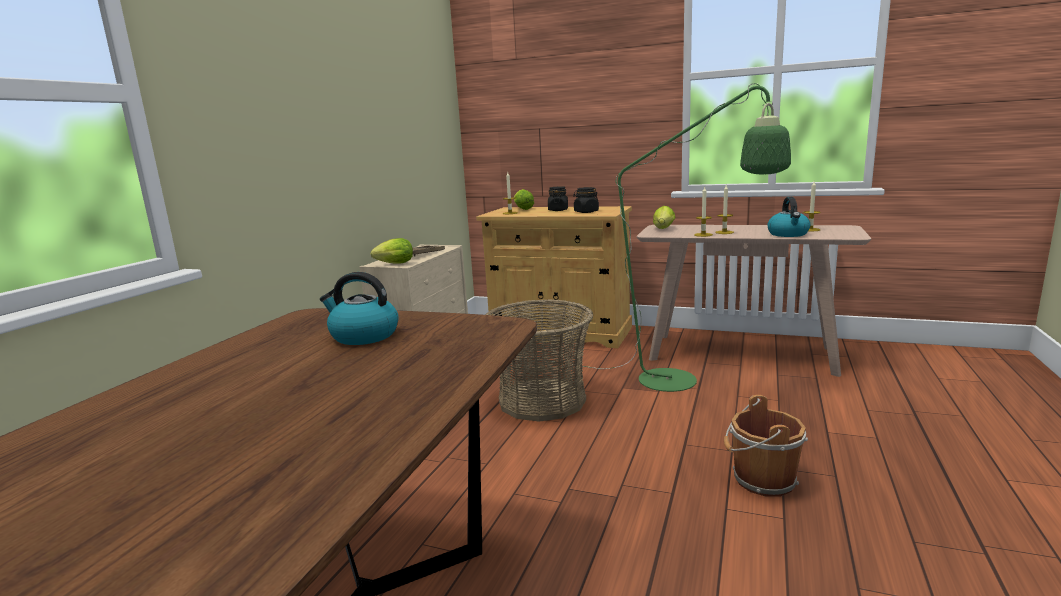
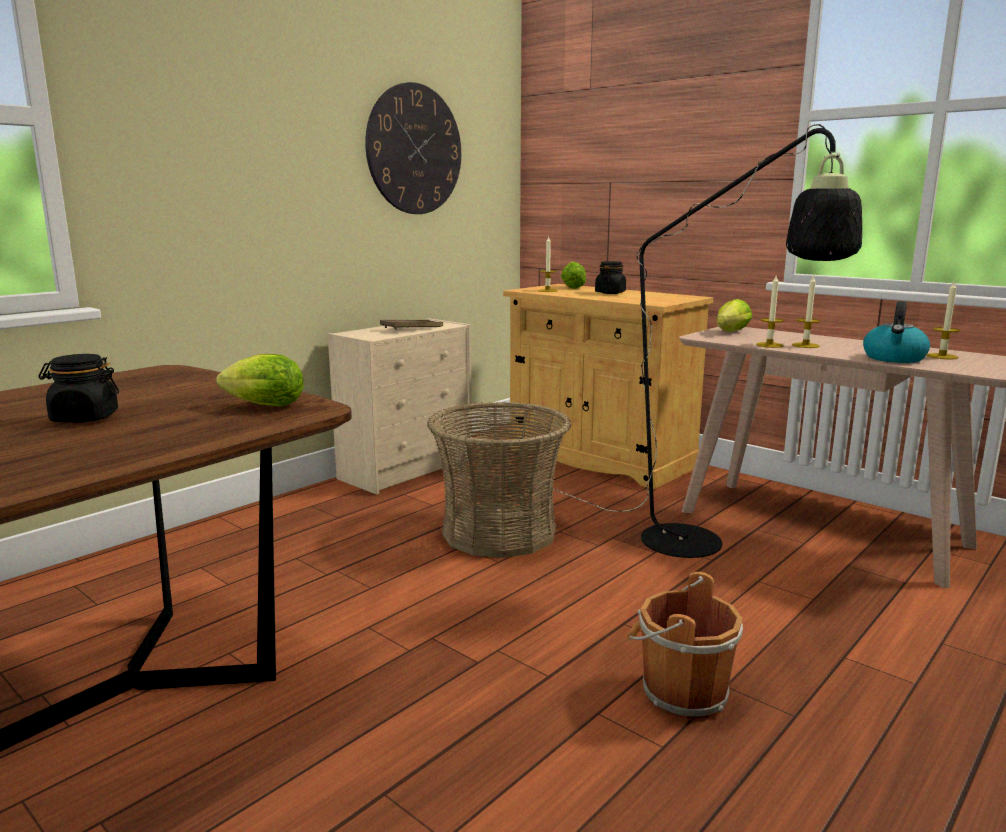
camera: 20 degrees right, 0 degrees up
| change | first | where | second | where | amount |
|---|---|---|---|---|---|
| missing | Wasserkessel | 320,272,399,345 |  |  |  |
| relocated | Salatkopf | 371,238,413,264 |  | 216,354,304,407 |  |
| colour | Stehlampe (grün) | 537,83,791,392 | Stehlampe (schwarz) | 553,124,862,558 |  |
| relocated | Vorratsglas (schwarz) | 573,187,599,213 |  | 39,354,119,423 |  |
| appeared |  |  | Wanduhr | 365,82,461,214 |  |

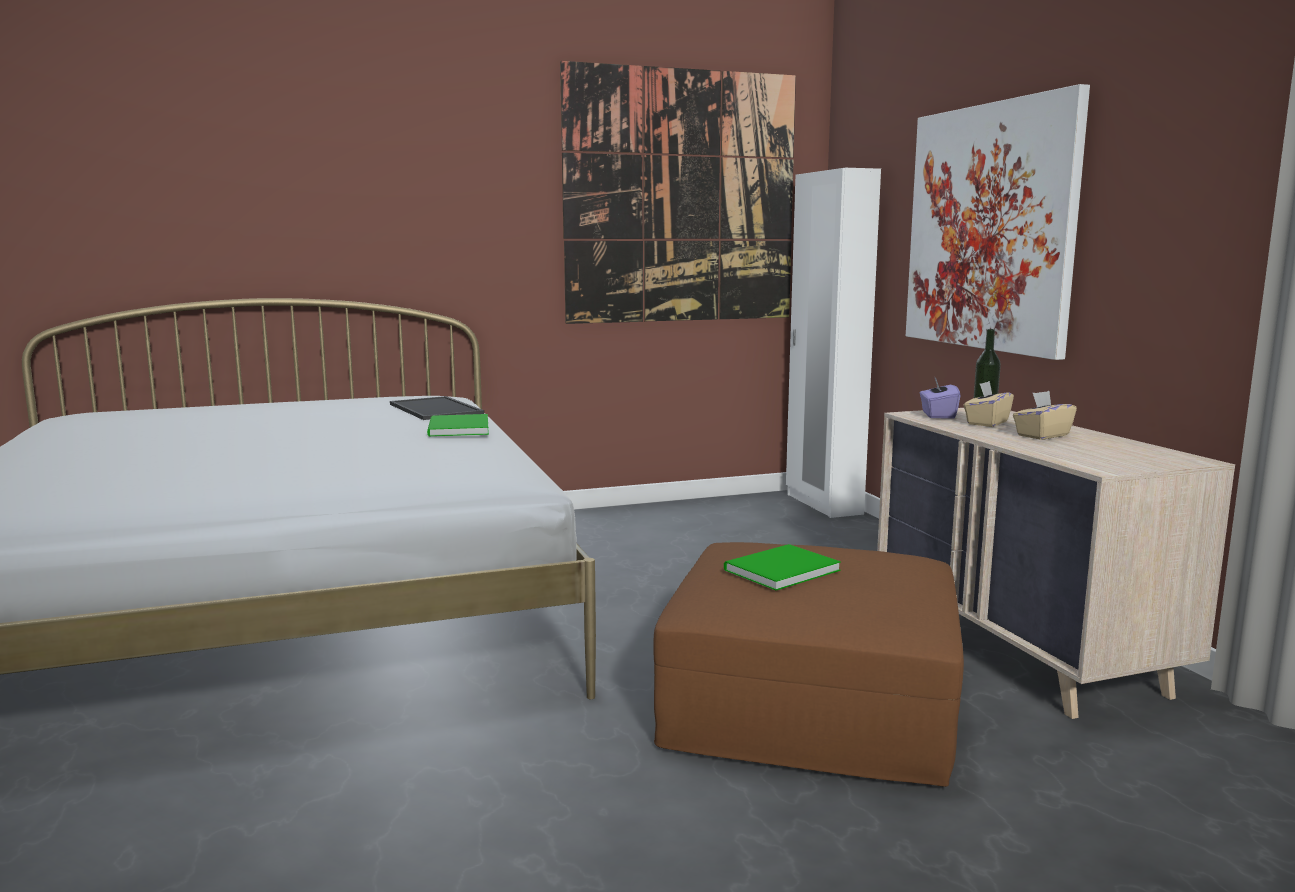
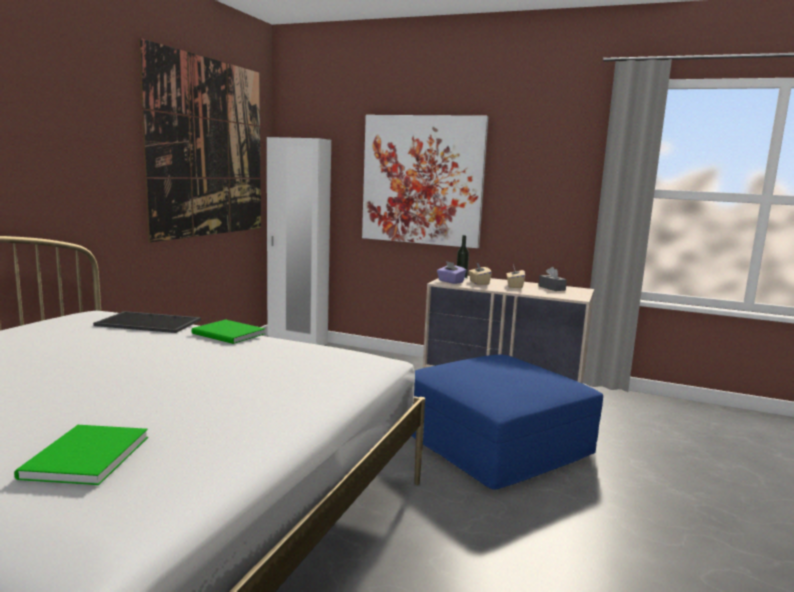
camera: 50 degrees left, 0 degrees up
| change | first | where | second | where | amount |
|---|---|---|---|---|---|
| colour | Polsterhocker (braun) | 653,542,964,787 | Polsterhocker (blau) | 412,354,603,490 |  |
| relocated | Buch (grün) | 724,544,841,590 |  | 14,425,148,485 |  |
| appeared |  |  | Taschentuchbox (grau) | 538,267,567,291 |  |

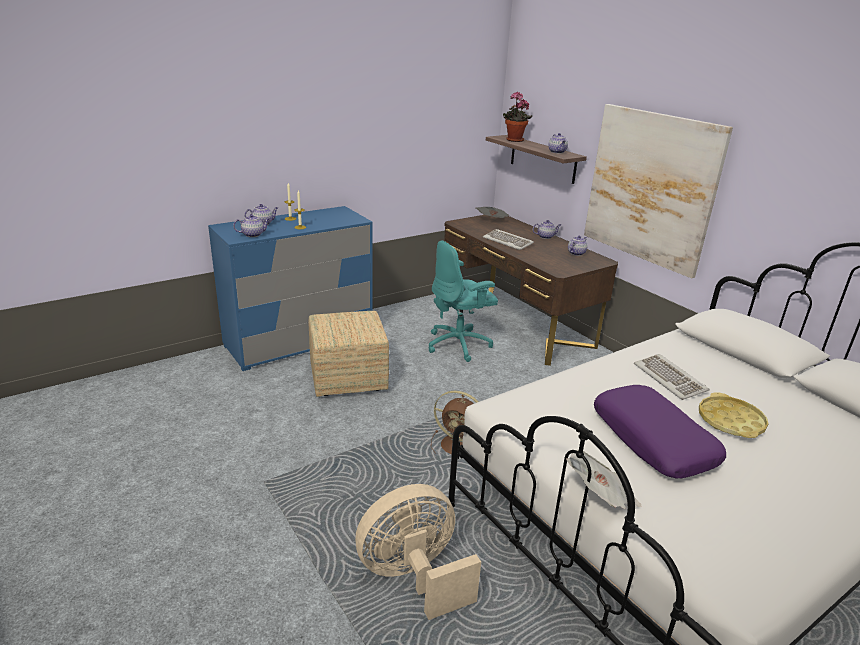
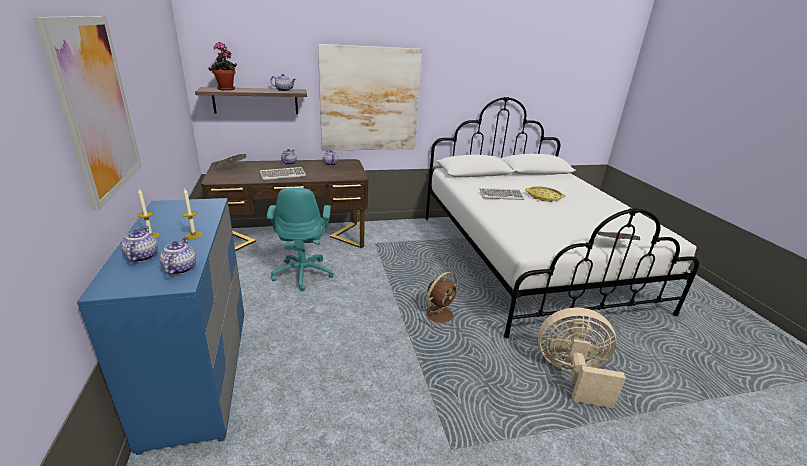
camera: 70 degrees left, 0 degrees up
| change | first | where | second | where | amount |
|---|---|---|---|---|---|
| missing | Polsterhocker | 309,311,389,397 |  |  |  |
| spun | Ventilator (beige) | 355,484,481,620 |  | 538,308,626,409 | 105 degrees clockwise |
| missing | Kissen (lila) | 594,385,726,479 |  |  |  |
| appeared |  |  | Bild | 33,16,142,211 |  |

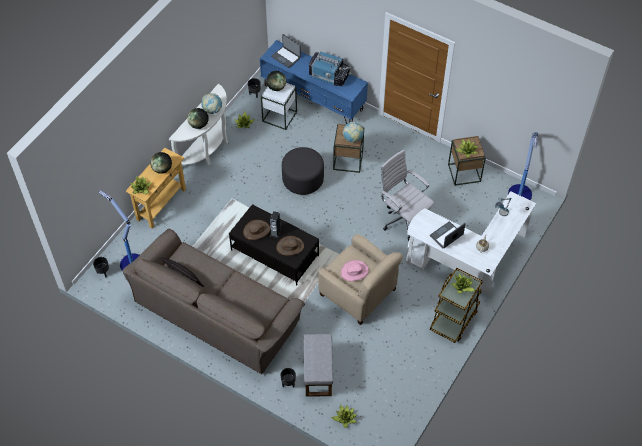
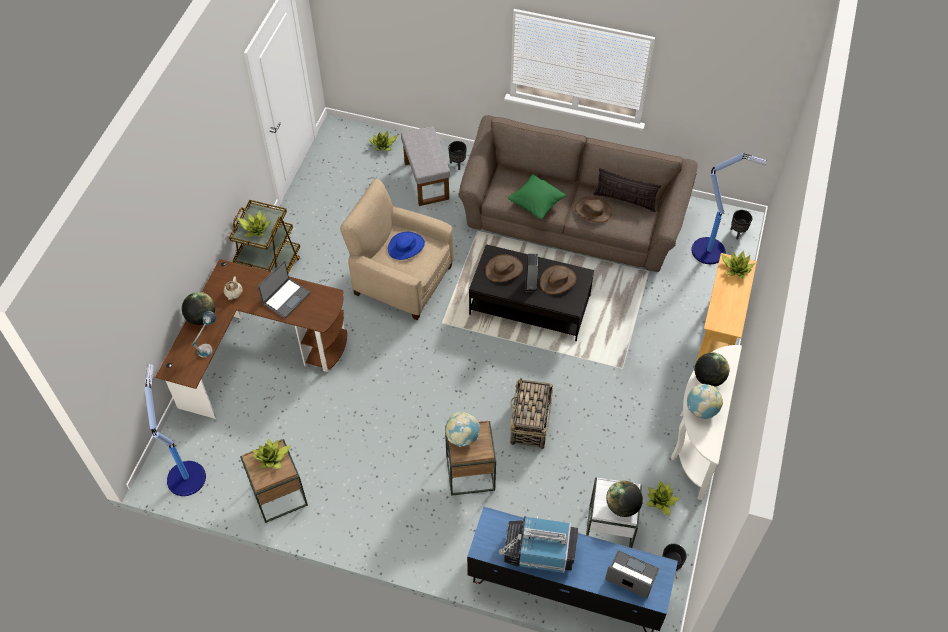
camera: 165 degrees right, 0 degrees up
| change | first | where | second | where | amount |
|---|---|---|---|---|---|
| relocated | Globus | 150,152,172,174 |  | 182,292,215,325 |  |
| exchanged | Polsterhocker (grau) | 282,147,324,195 | Korb | 510,378,553,449 |  |
| colour | Hut (rosa) | 341,260,369,281 | Hut (blau) | 388,232,425,260 |  |
| missing | Bürostuhl (weiß) | 380,149,434,241 |  |  |  |
| colour | Schreibtisch (weiß) | 406,191,536,295 | Schreibtisch (braun) | 155,259,347,419 |  |
| appeared |  |  | Kissen (grün) | 508,174,566,219 |  |
| appeared |  |  | Hut (braun) | 575,196,612,223 |  |

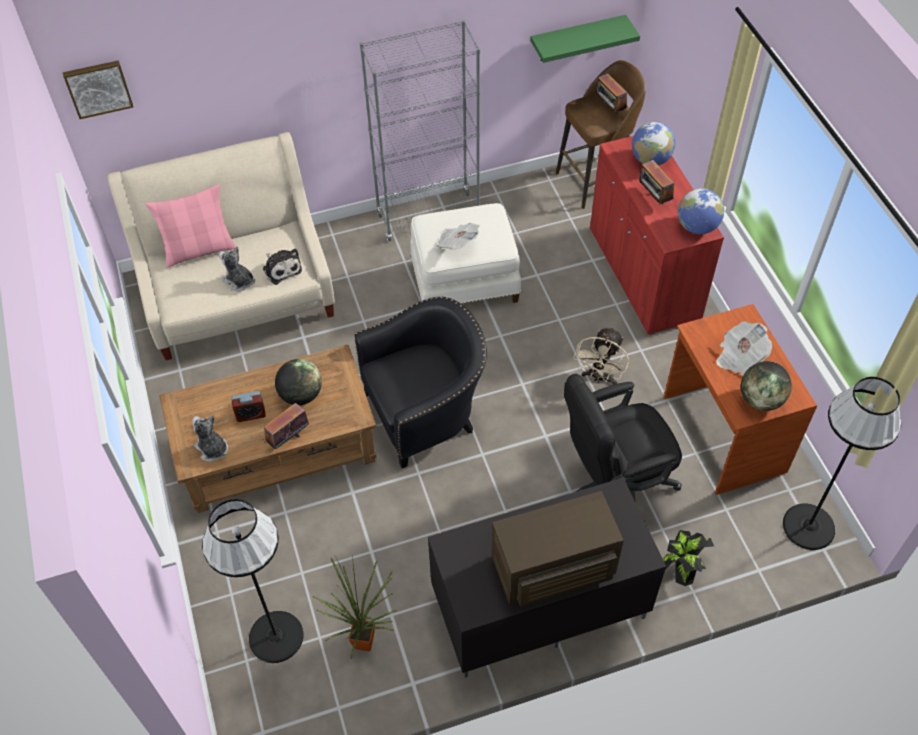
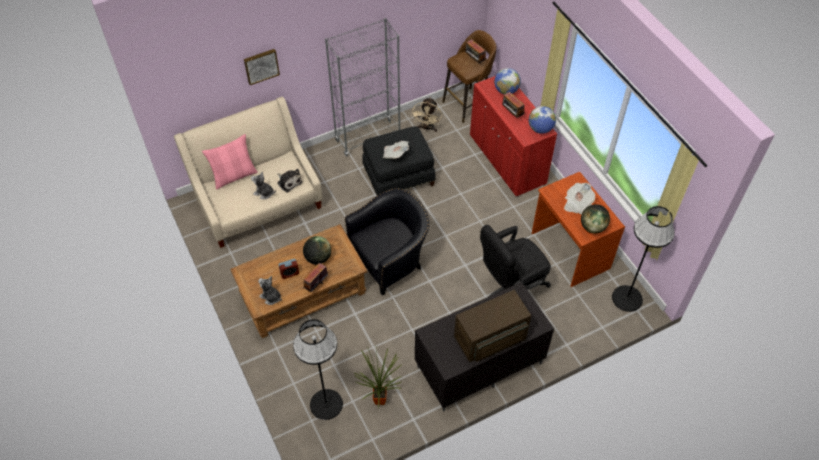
camera: 10 degrees left, 0 degrees up
| change | first | where | second | where | amount |
|---|---|---|---|---|---|
| relocated | Bild | 63,60,133,119 |  | 244,49,280,85 |  |
| colour | Polsterhocker (weiß) | 410,203,521,303 | Polsterhocker (schwarz) | 362,126,436,196 |  |
| missing | Wandregal (grün) | 530,15,640,63 |  |  |  |
| relocated | Ventilator (beige) | 573,327,629,385 |  | 411,97,442,132 |  |
| missing | Topfpflanze | 663,530,714,586 |  |  |  |

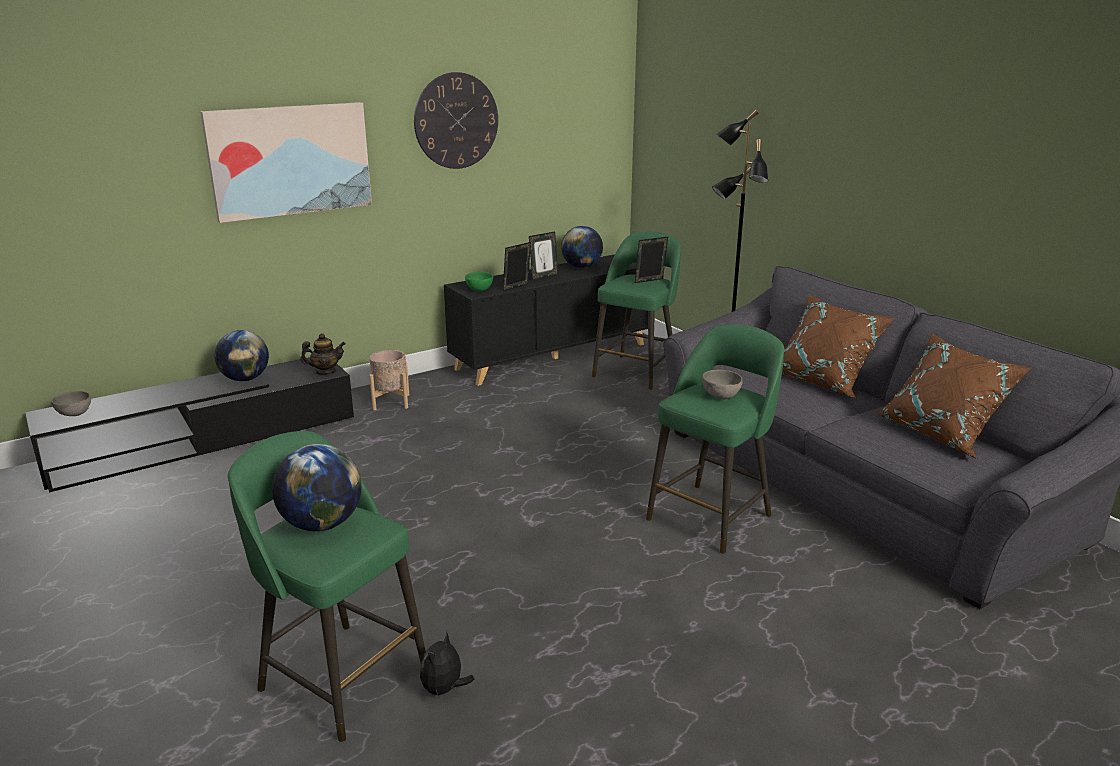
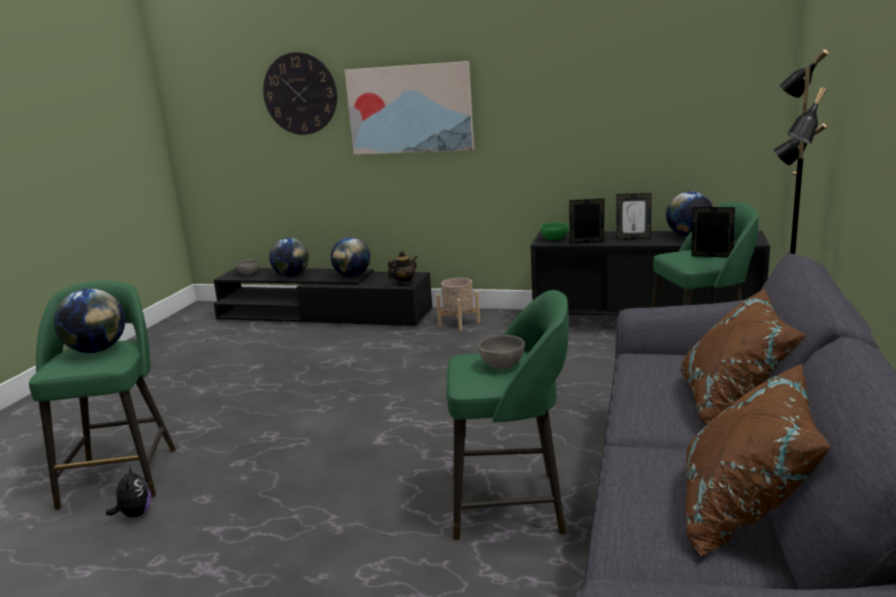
camera: 50 degrees right, 5 degrees down
| change | first | where | second | where | amount |
|---|---|---|---|---|---|
| spun | Teekanne | 300,333,345,375 |  | 388,251,417,285 | 75 degrees counterclockwise |
| relocated | Wanduhr | 414,72,498,169 |  | 263,52,337,135 |  |
| spun | Plüschtier | 420,631,474,697 |  | 106,465,151,517 | 90 degrees clockwise |
| appeared |  |  | Globus | 269,238,309,277 |  |

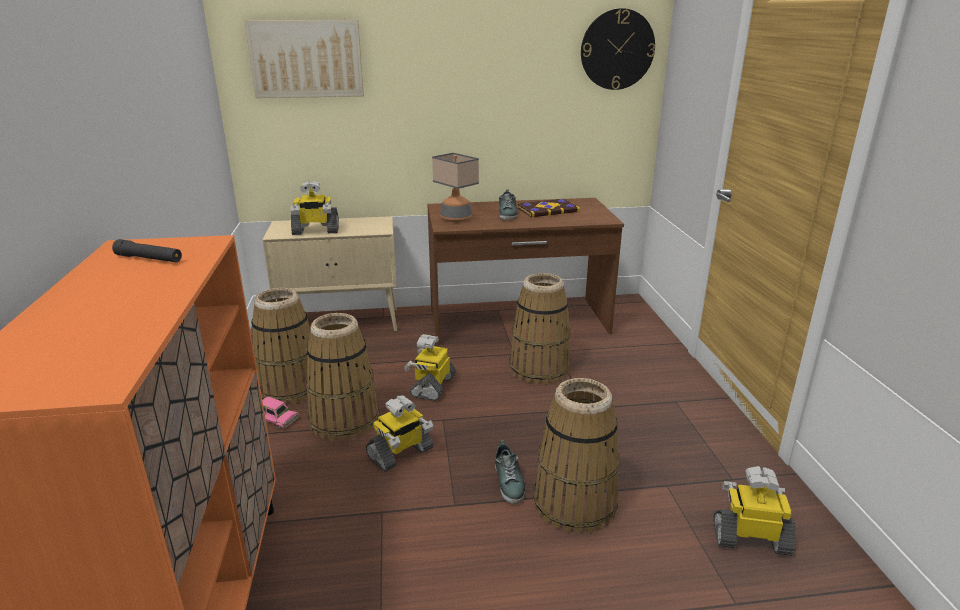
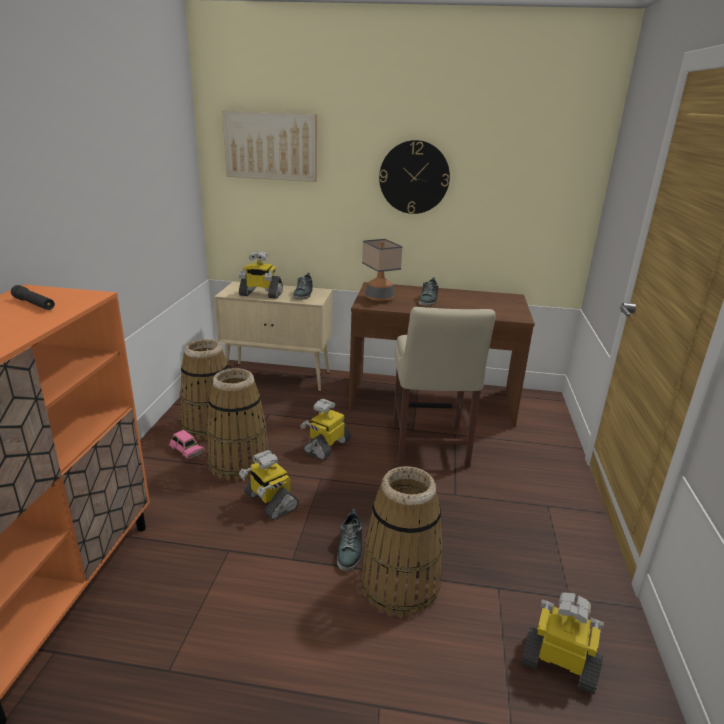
camera: 15 degrees right, 0 degrees up
| change | first | where | second | where | amount |
|---|---|---|---|---|---|
| spun | Spielzeugroboter | 366,395,433,472 |  | 239,450,299,520 | 75 degrees clockwise |
| exchanged | Korb | 509,273,571,385 | Stuhl (beige) | 393,307,496,468 |  |
| missing | Buch | 518,199,580,218 |  |  |  |
| relocated | Wanduhr | 581,8,655,90 |  | 379,140,450,214 |  |
| appeared |  |  | Schuh | 293,273,313,300 |  |

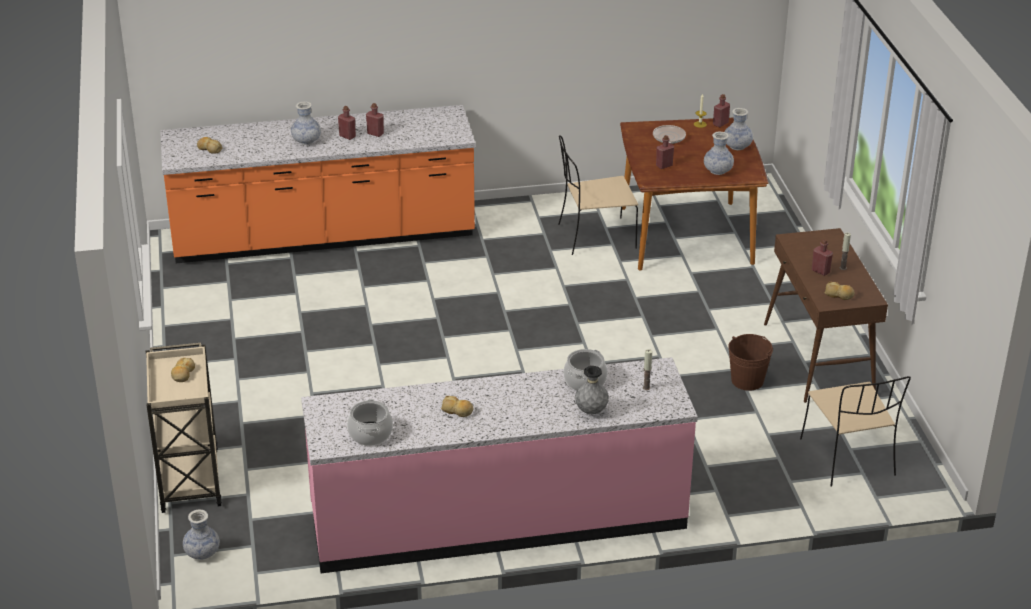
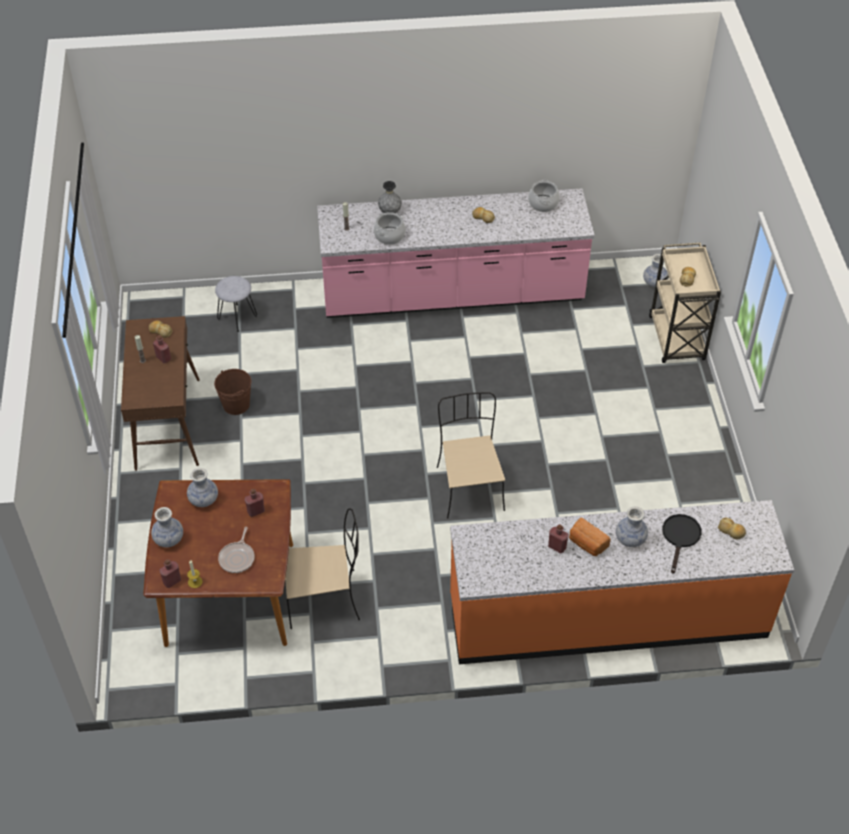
camera: 175 degrees left, 15 degrees up
| change | first | where | second | where | amount |
|---|---|---|---|---|---|
| exchanged | Flasche (rot) | 338,106,356,140 | Brot | 569,517,611,556 |  |
| relocated | Stuhl (beige) | 800,376,911,487 |  | 437,392,505,519 |  |
| appeared |  |  | Hocker (grau) | 215,276,257,332 |  |
| appeared |  |  | Pfanne (schwarz) | 662,514,701,574 |  |

